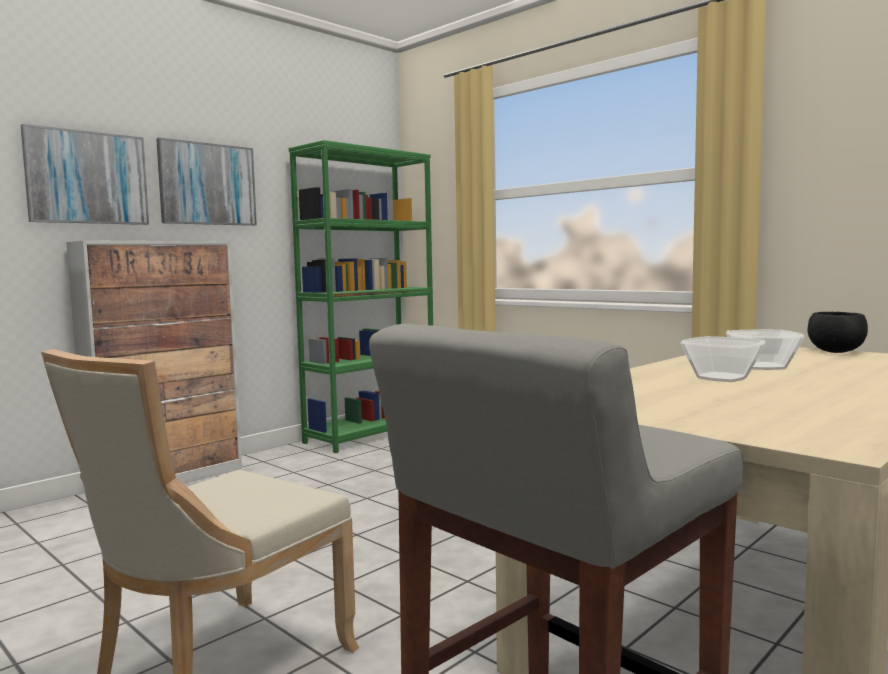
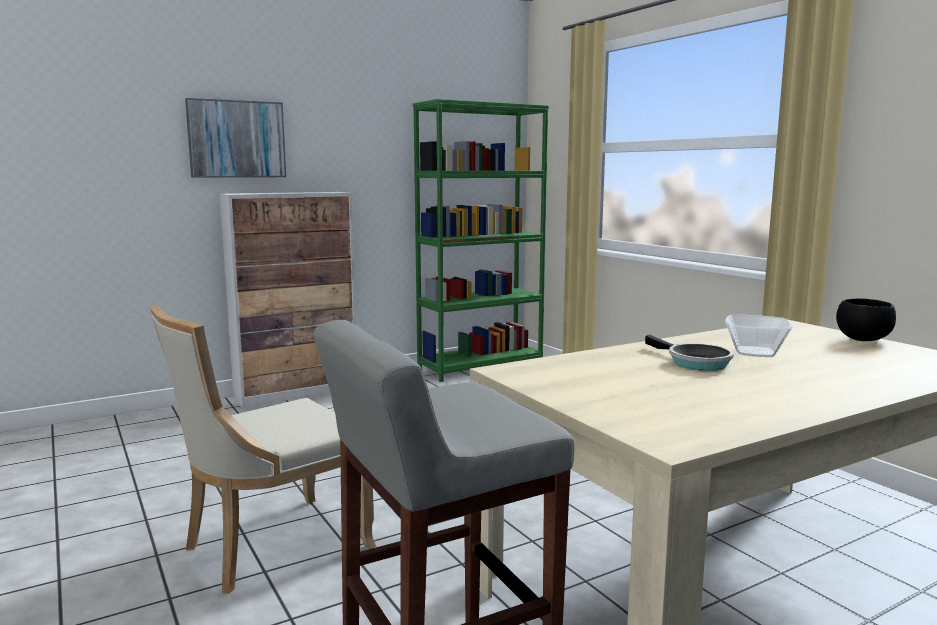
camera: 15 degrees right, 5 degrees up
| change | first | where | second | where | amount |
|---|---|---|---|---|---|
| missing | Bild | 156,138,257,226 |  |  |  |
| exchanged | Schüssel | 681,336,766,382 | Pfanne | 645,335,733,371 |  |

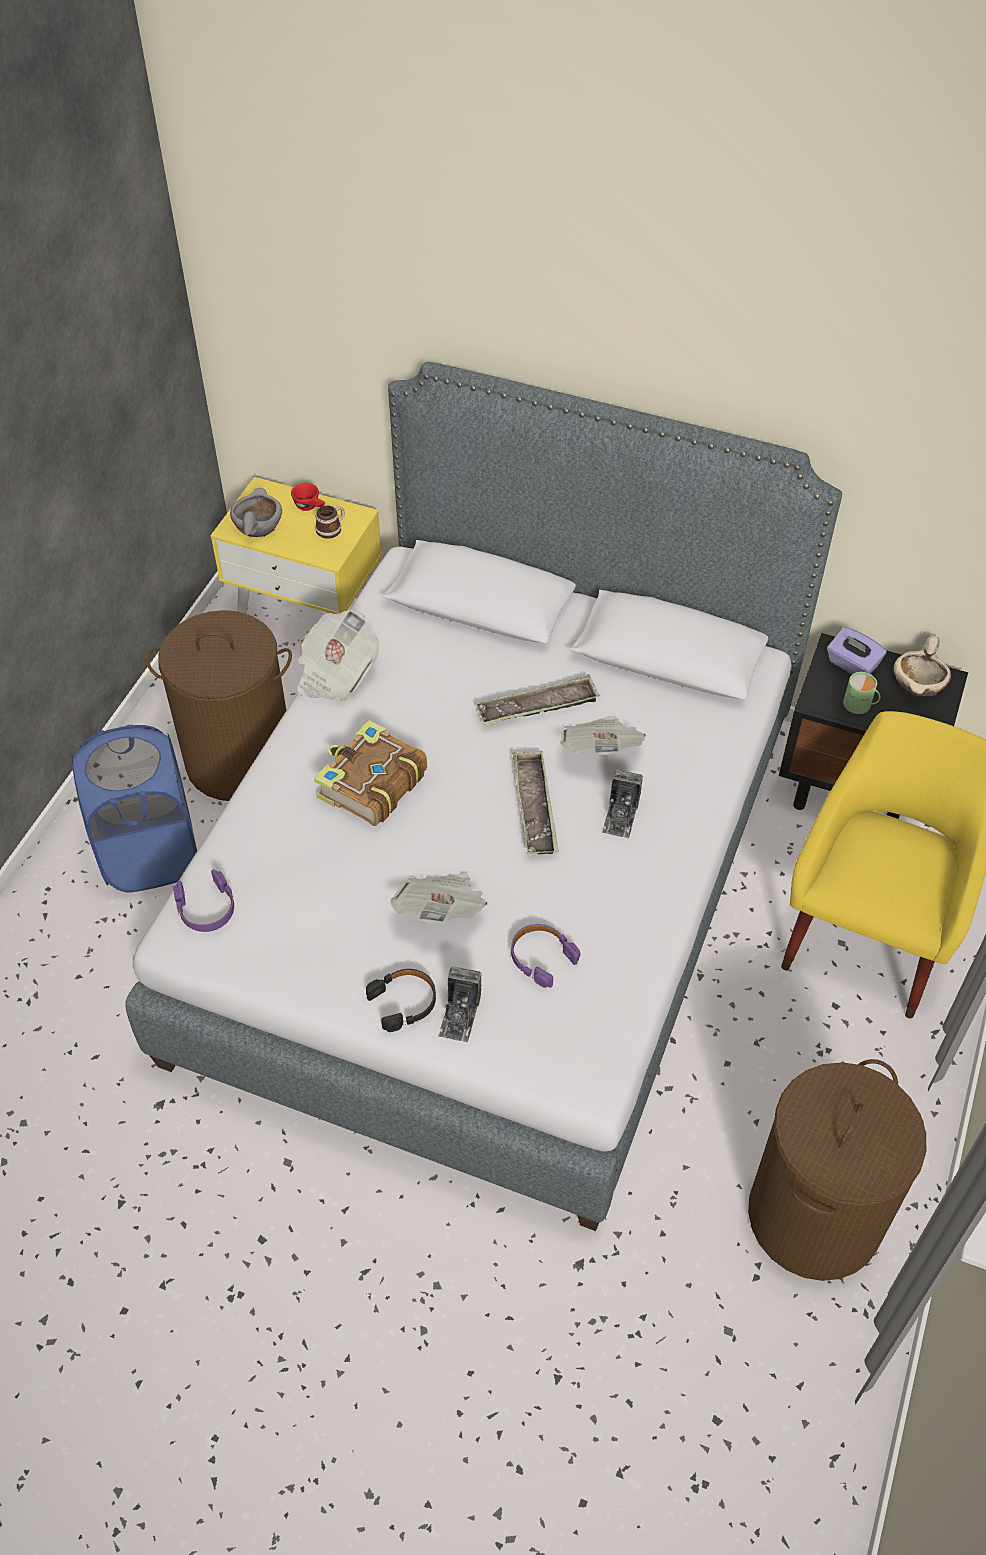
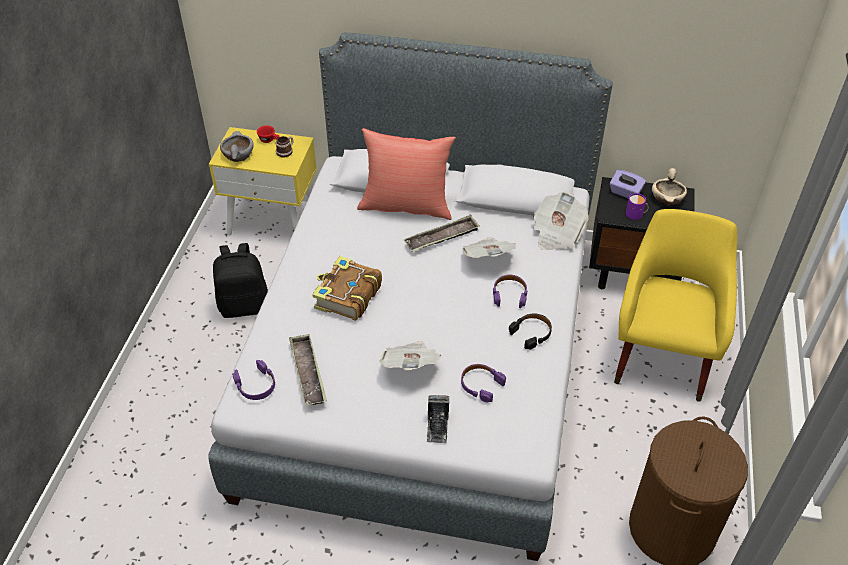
camera: 10 degrees left, 5 degrees down
| change | first | where | second | where | amount |
|---|---|---|---|---|---|
| missing | Wäschekorb (blau) | 71,724,197,892 |  |  |  |
| exchanged | Wäschekorb (braun) | 146,610,292,801 | Rucksack (schwarz) | 213,243,268,318 |  |
| relocated | Zeitung | 297,610,379,701 |  | 533,192,589,250 |  |
| relocated | Kopfhörer (schwarz) | 366,969,436,1032 |  | 509,313,552,349 |  |
| relocated | Tablett | 512,751,559,854 |  | 289,334,327,405 |  |
| exchanged | Kamera | 602,770,643,838 | Kopfhörer (lila) | 493,275,528,308 |  |
| colour | Henkelbecher (grün) | 843,672,881,714 | Henkelbecher (lila) | 626,193,649,220 |  |
| appeared |  |  | Kissen (rot) | 357,128,456,220 |  |

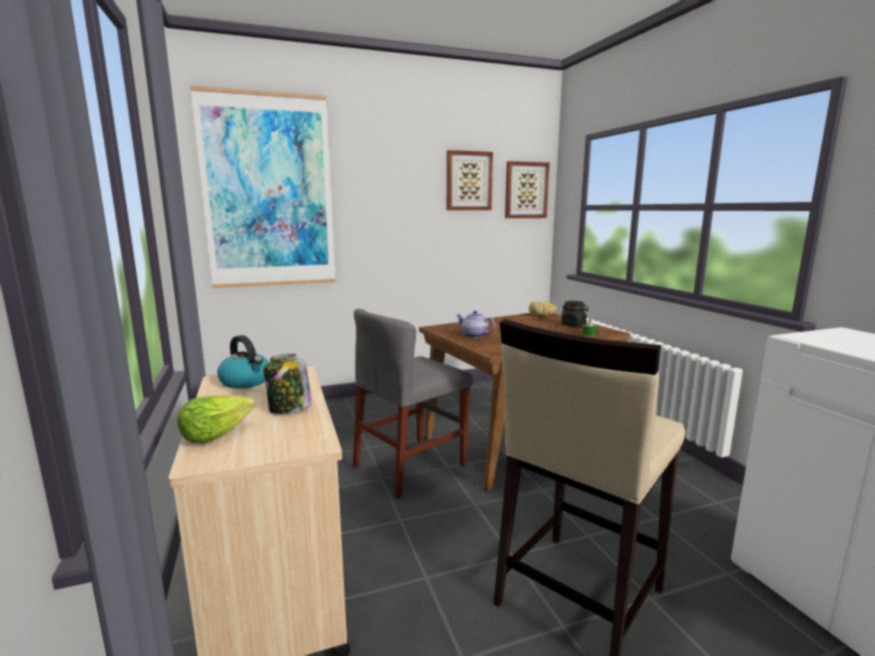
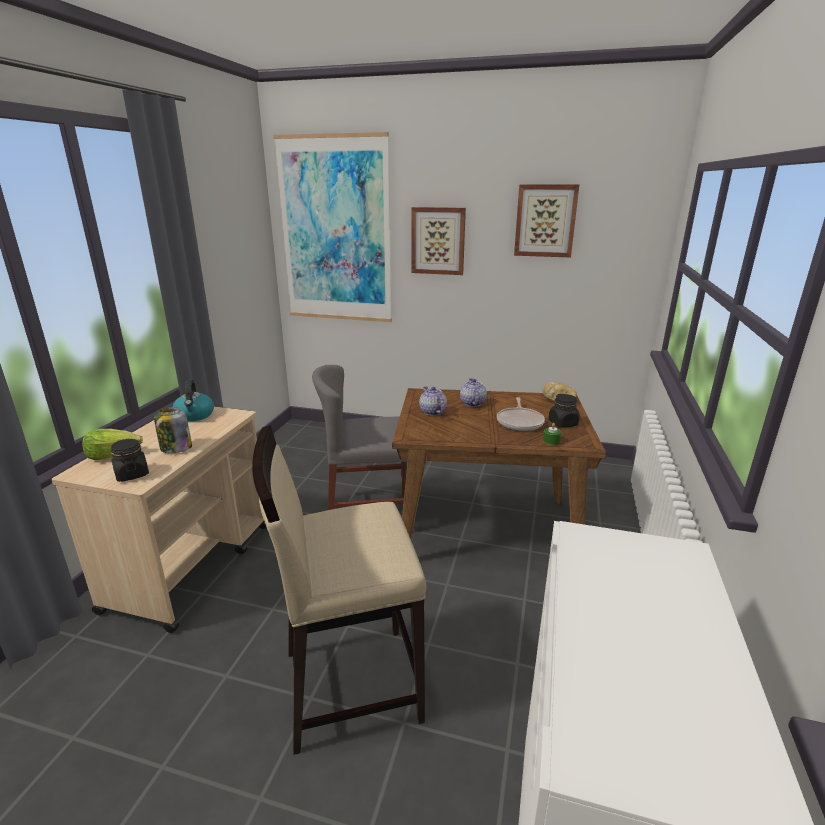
camera: 35 degrees right, 10 degrees up
| change | first | where | second | where | amount |
|---|---|---|---|---|---|
| relocated | Bild | 505,161,550,218 |  | 412,207,466,275 |  |
| appeared |  |  | Vorratsglas (schwarz) | 111,439,149,482 |  |
| appeared |  |  | Teekanne | 460,378,487,407 |  |
| appeared |  |  | Pfanne | 497,397,545,431 |  |

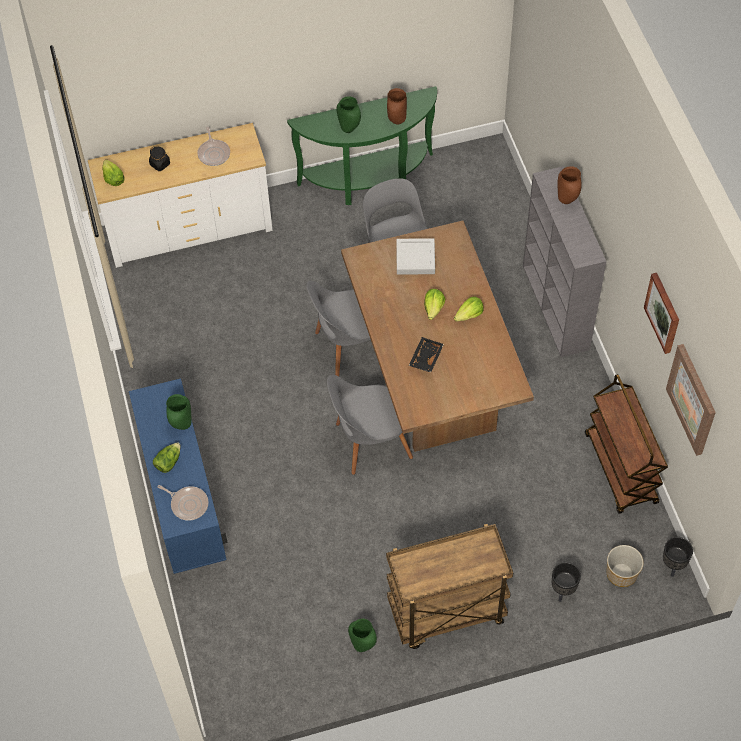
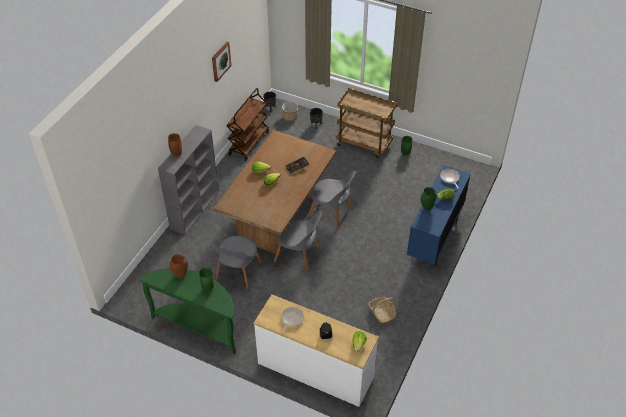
camera: 140 degrees left, 10 degrees down
| change | first | where | second | where | amount |
|---|---|---|---|---|---|
| missing | Tablett (grau) | 396,238,435,275 |  |  |  |
| missing | Bild | 666,344,716,456 |  |  |  |
| appeared |  |  | Korb | 368,297,396,323 |  |

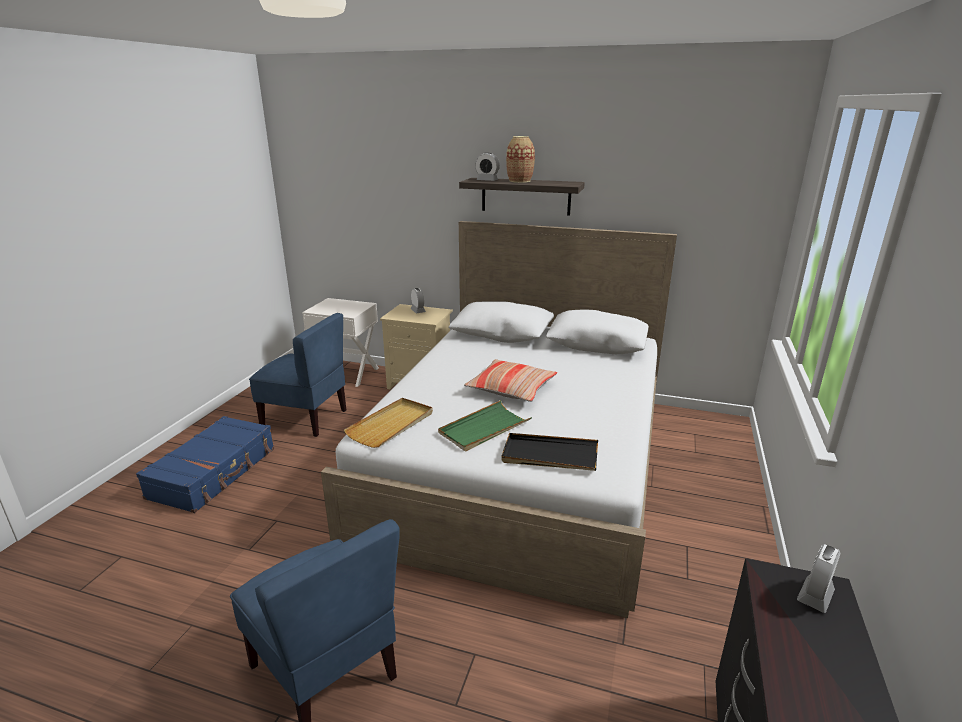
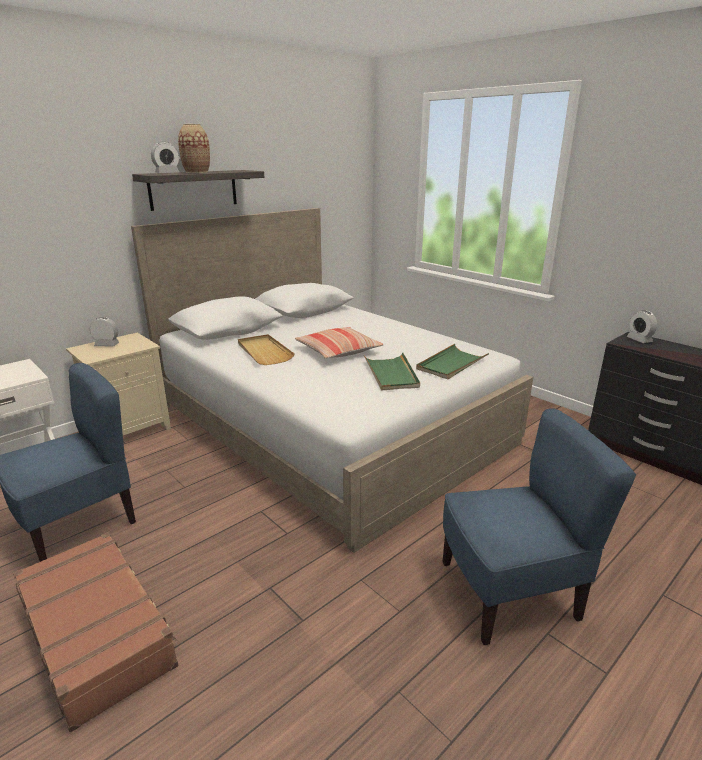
camera: 60 degrees left, 0 degrees up
| change | first | where | second | where | amount |
|---|---|---|---|---|---|
| colour | Koffer (blau) | 136,416,274,513 | Koffer (braun) | 13,532,178,732 |  |
| relocated | Tablett (beige) | 344,398,433,448 |  | 238,334,295,365 |  |
| colour | Tablett (schwarz) | 502,433,598,471 | Tablett (grün) | 416,344,489,379 |  |

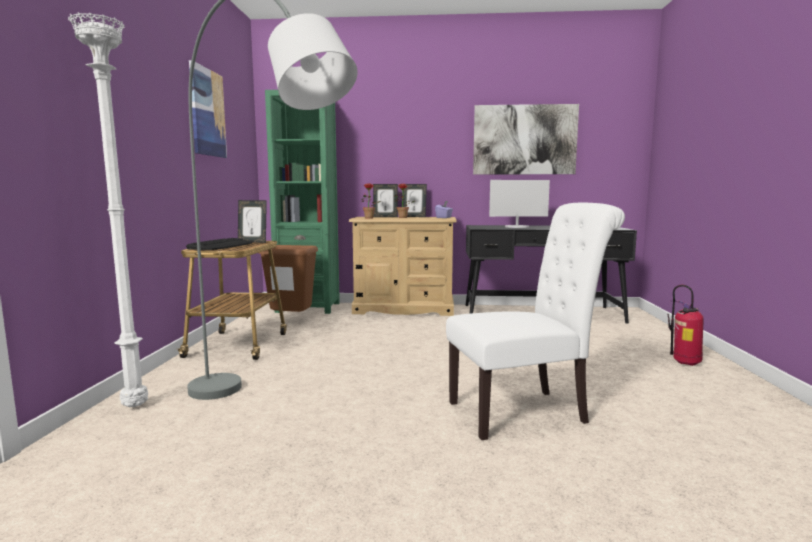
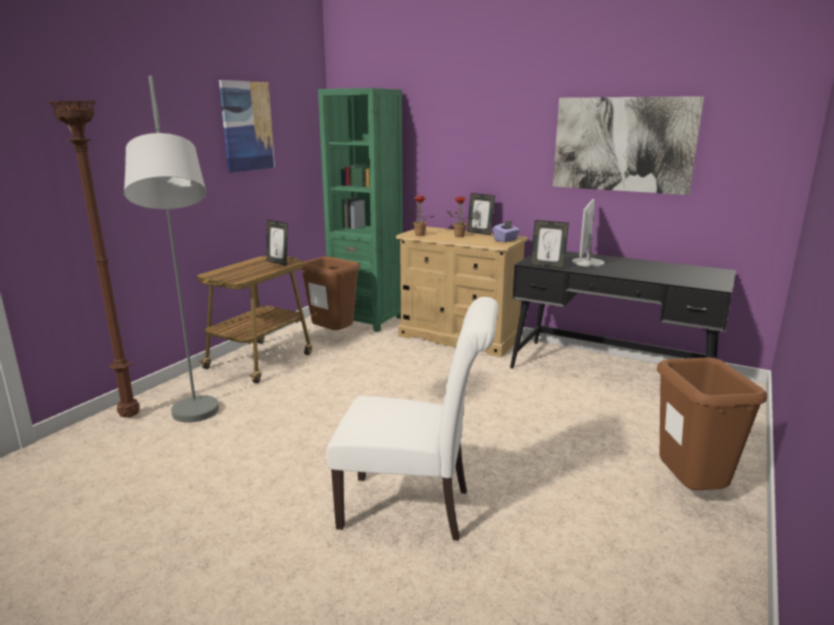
camera: 25 degrees right, 10 degrees up
| change | first | where | second | where | amount |
|---|---|---|---|---|---|
| colour | Stehlampe (weiß) | 68,12,148,407 | Stehlampe (braun) | 48,100,140,417 |  |
| missing | Tastatur | 186,238,253,250 |  |  |  |
| relocated | Bilderrahmen | 373,184,398,217 |  | 531,220,569,269 |  |
| spun | Monitor | 489,180,550,228 |  | 572,199,604,267 | 90 degrees clockwise |
| exchanged | Feuerlöscher | 668,285,704,366 | Mülleimer (braun) | 657,358,767,490 |  |

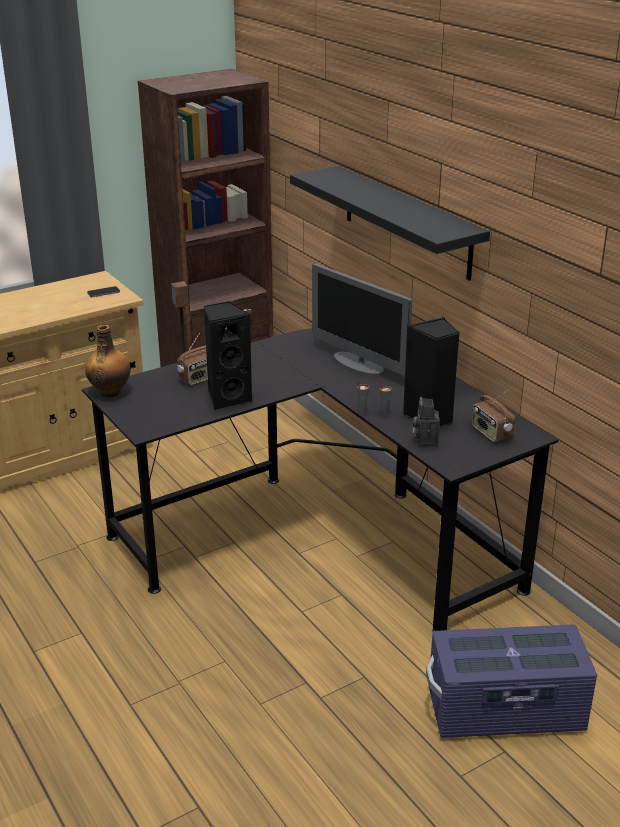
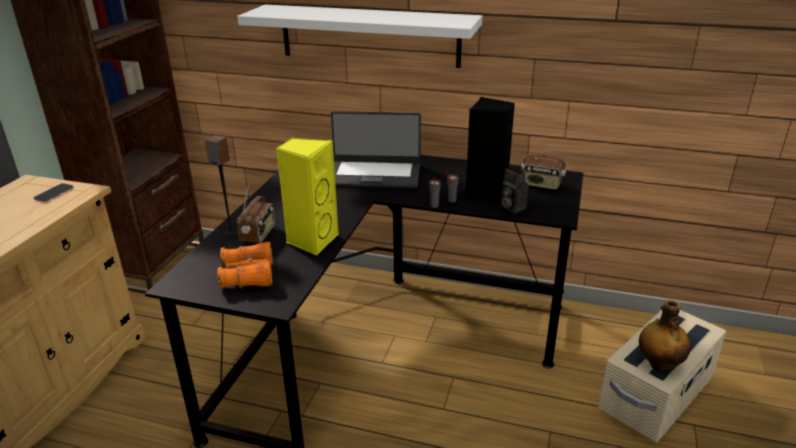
camera: 40 degrees left, 0 degrees up
| change | first | where | second | where | amount |
|---|---|---|---|---|---|
| relocated | Flasche | 85,325,131,397 |  | 639,300,691,372 |  |
| colour | Lautsprecher (schwarz) | 204,301,253,410 | Lautsprecher (gelb) | 276,137,339,255 |  |
| colour | Wandregal (schwarz) | 290,166,490,281 | Wandregal (weiß) | 237,5,482,68 |  |
| exchanged | Monitor | 312,263,412,376 | Laptop | 331,111,421,188 |  |
| colour | Aufbewahrungsbox (lila) | 426,624,597,738 | Aufbewahrungsbox (beige) | 598,310,726,443 |  |
| appeared |  |  | Fernglas (orange) | 217,242,272,289 |  |

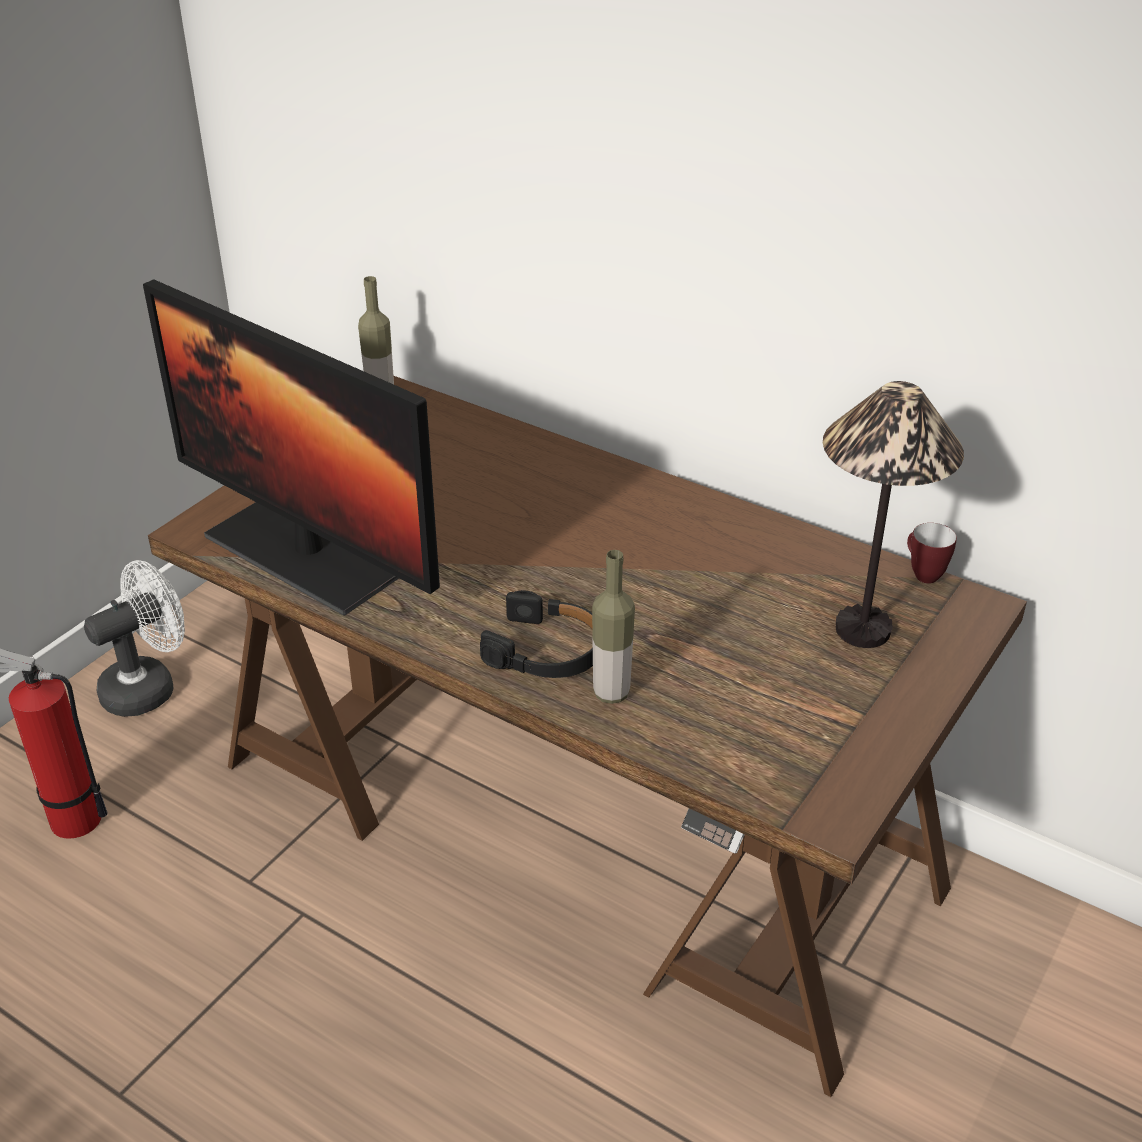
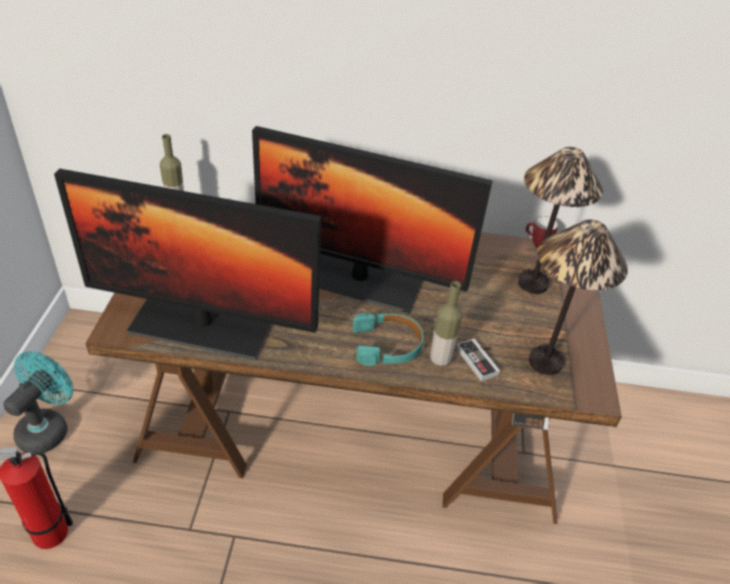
camera: 30 degrees left, 5 degrees up
| change | first | where | second | where | amount |
|---|---|---|---|---|---|
| colour | Ventilator (weiß) | 84,560,185,717 | Ventilator (türkis) | 3,351,73,453 |  |
| colour | Kopfhörer (schwarz) | 480,590,593,678 | Kopfhörer (türkis) | 353,313,424,366 |  |
| appeared |  |  | Monitor | 252,126,492,313 |  |
| appeared |  |  | Gamepad | 457,338,500,382 |  |
| appeared |  |  | Tischlampe | 529,219,628,375 |  |

